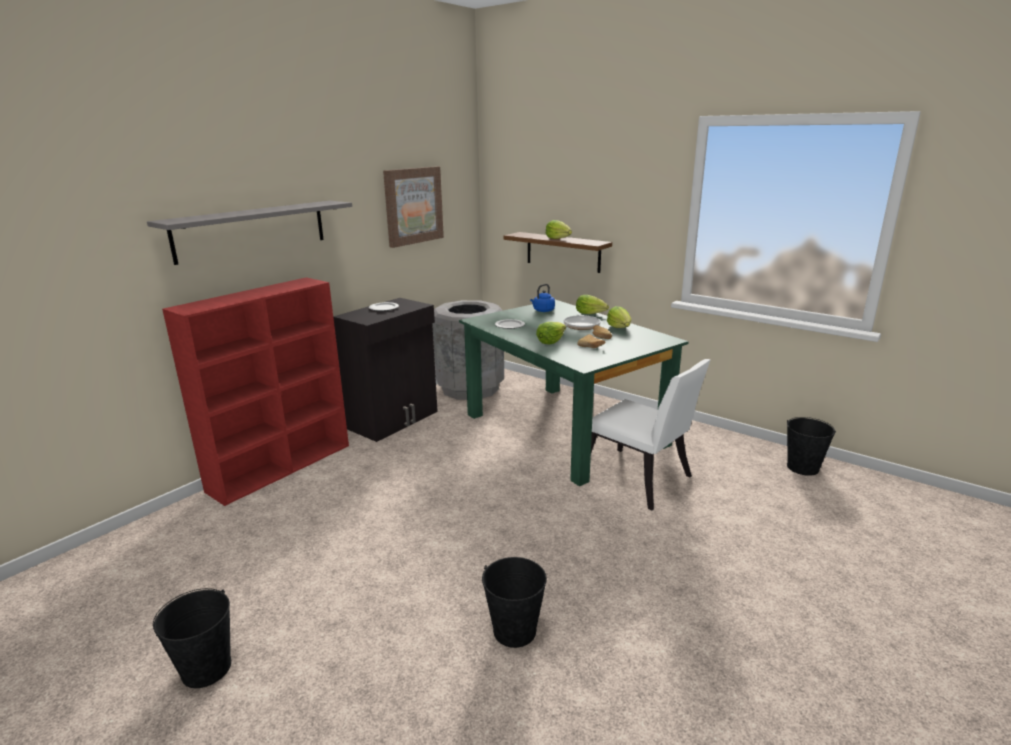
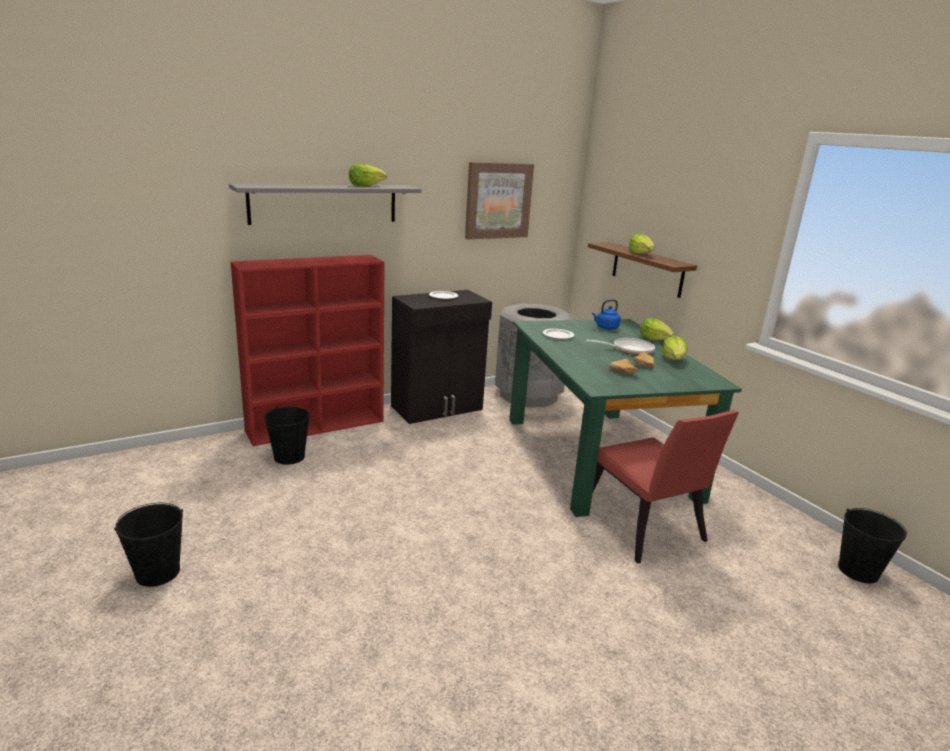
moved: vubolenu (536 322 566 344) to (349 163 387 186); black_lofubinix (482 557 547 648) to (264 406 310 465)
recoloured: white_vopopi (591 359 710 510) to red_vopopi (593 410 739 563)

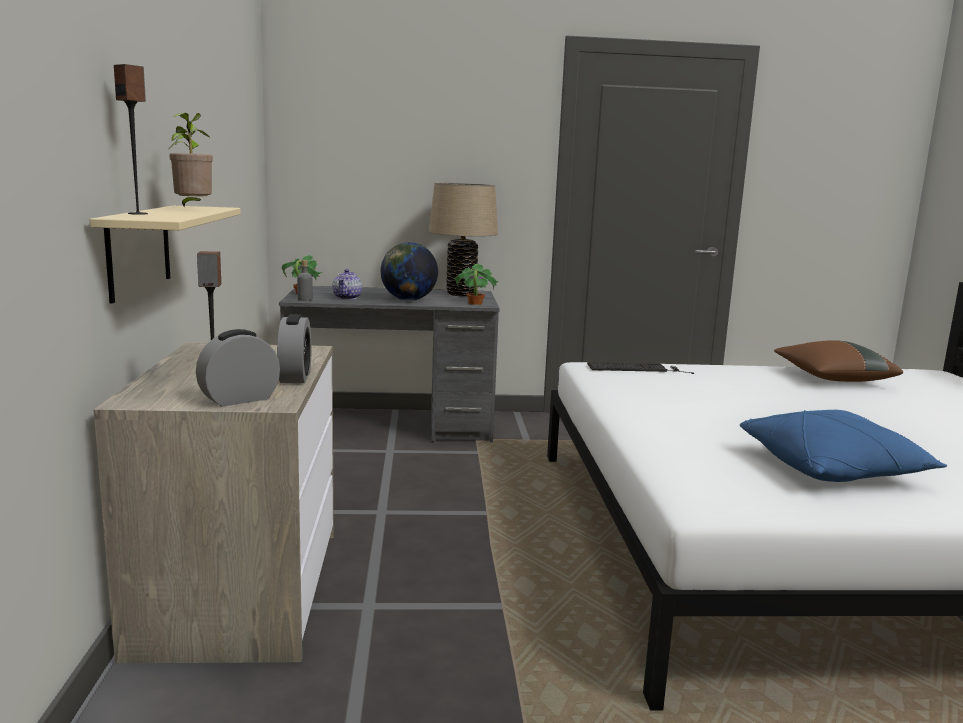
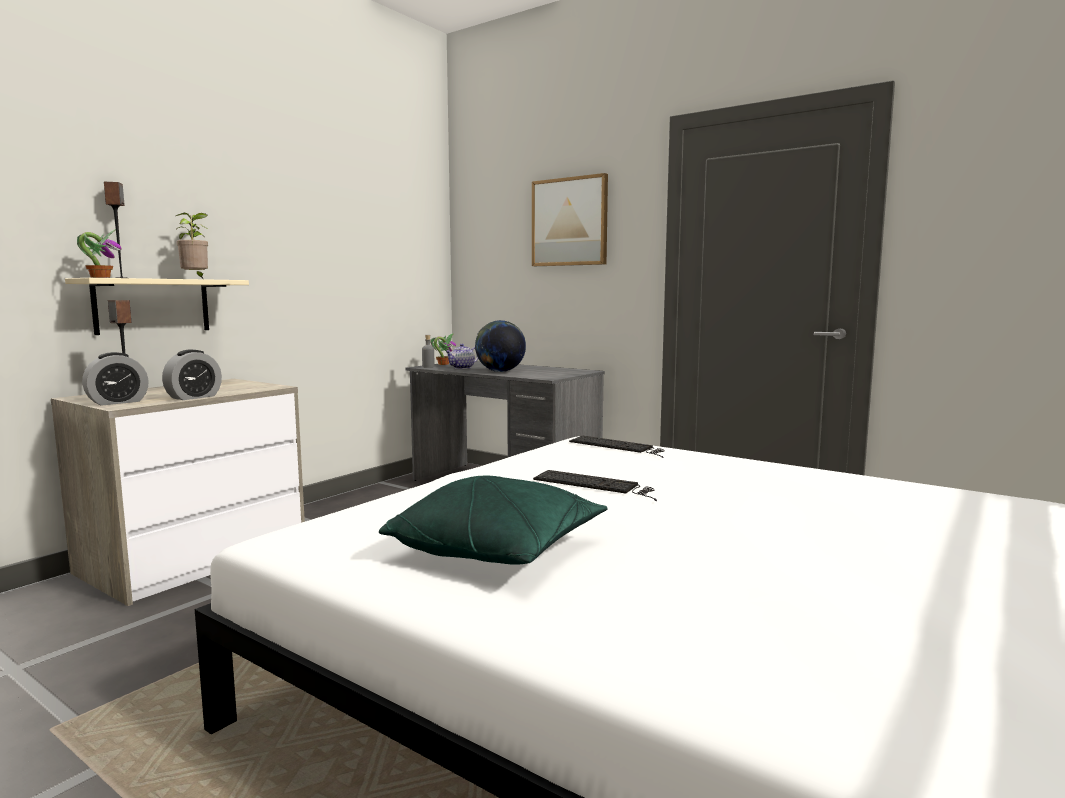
removed: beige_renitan (429 183 498 296); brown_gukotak (774 340 903 382)
added: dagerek (532 173 608 266); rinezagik (533 470 657 501)
moved: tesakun (455 263 499 305) to (77 229 122 278)
recoloured: blue_gukotak (740 410 947 482) to green_gukotak (379 476 607 565)
turned: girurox (196 329 280 407) = (82 352 149 406) 135 degrees clockwise

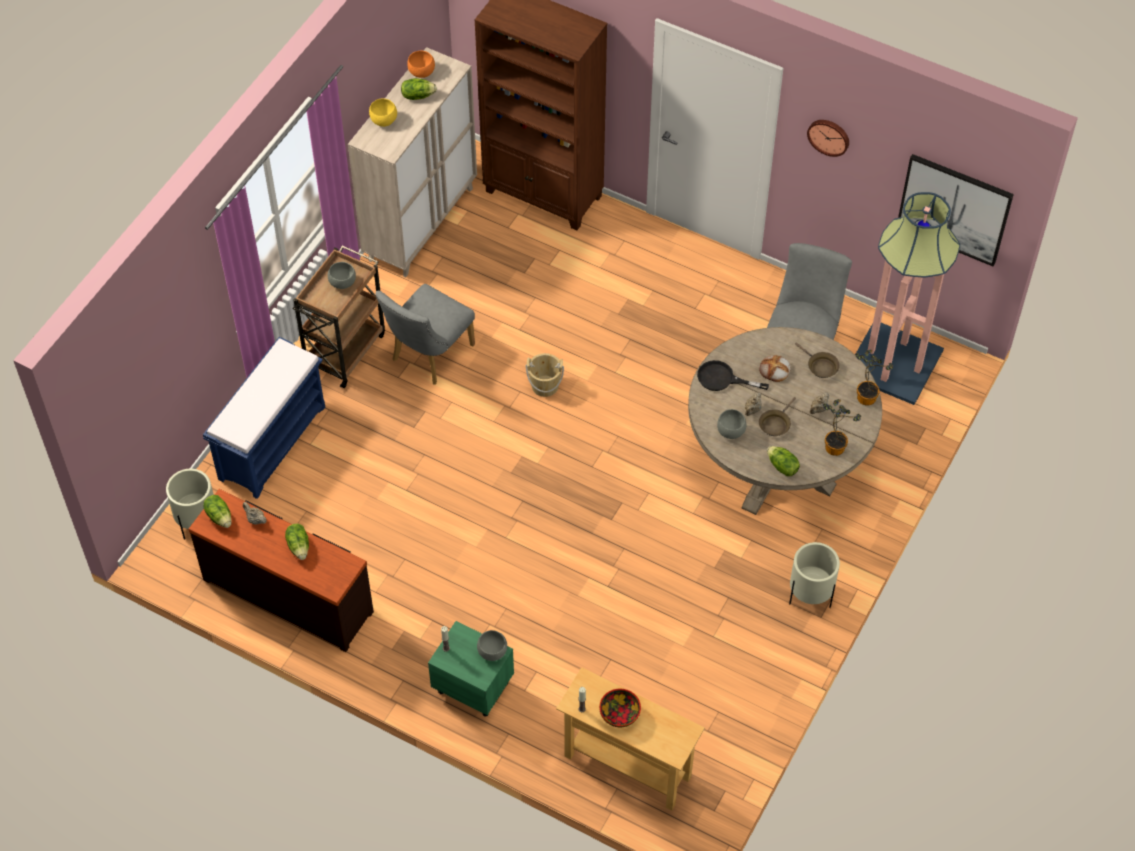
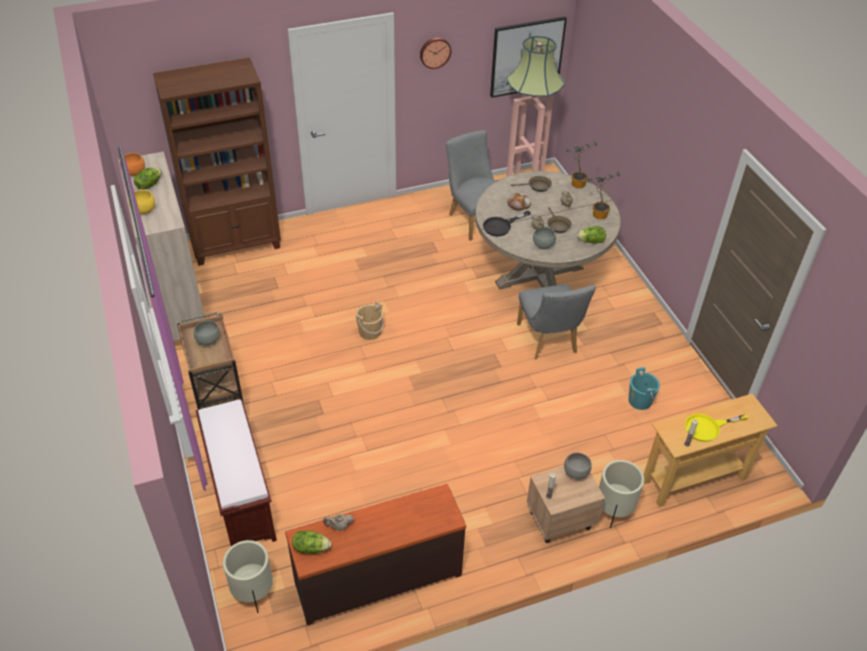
removed: vubolenu (285 524 309 560)
added: turquoise_lofubinix (629 367 660 410)
moved: grey_vopopi (375 284 475 385) to (517 284 596 360); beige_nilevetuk (789 542 840 608) to (599 460 644 528)
replaced: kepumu (599 689 641 727) to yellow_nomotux (685 414 748 442)
recoloured: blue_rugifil (203 337 325 499) to brown_rugifil (195 399 277 546); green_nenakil (428 621 514 717) to beige_nenakil (527 466 605 543)

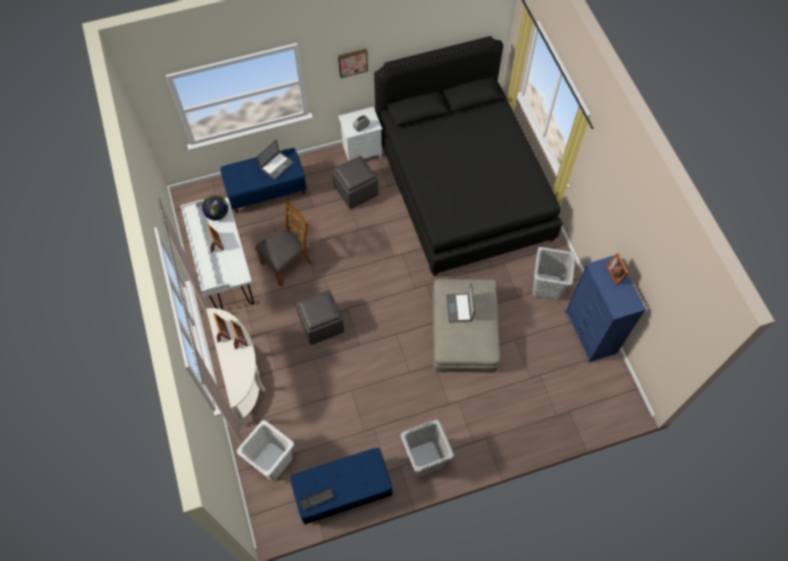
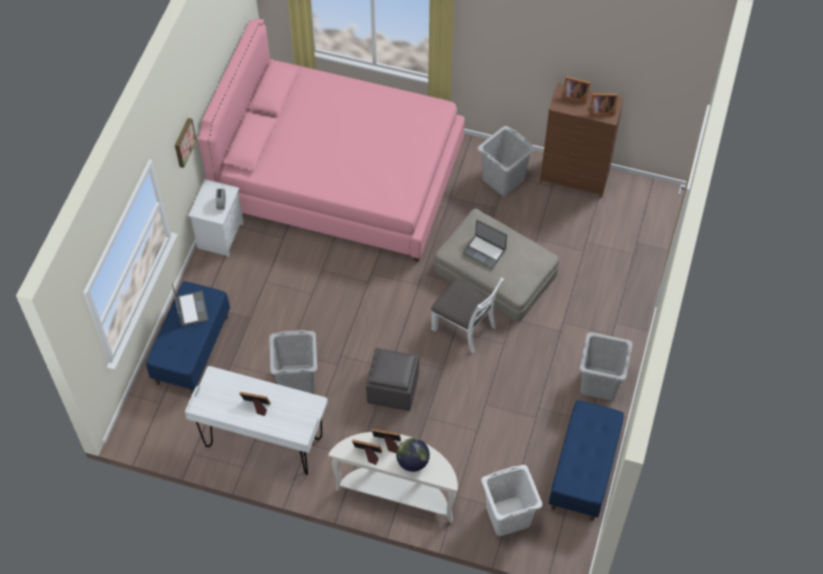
removed: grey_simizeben (332 156 378 209); rinezagik (299 487 334 511)
added: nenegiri (590 94 618 116); white_vopopi (431 277 504 354)
moved: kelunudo (202 195 228 221) to (396 438 430 472)
replaced: brown_vopopi (255 200 312 287) to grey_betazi (269 330 317 393)
recoloured: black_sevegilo (374 36 562 276) to pink_sevegilo (198 18 465 262); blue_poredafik (565 255 646 362) to brown_poredafik (540 83 624 198)

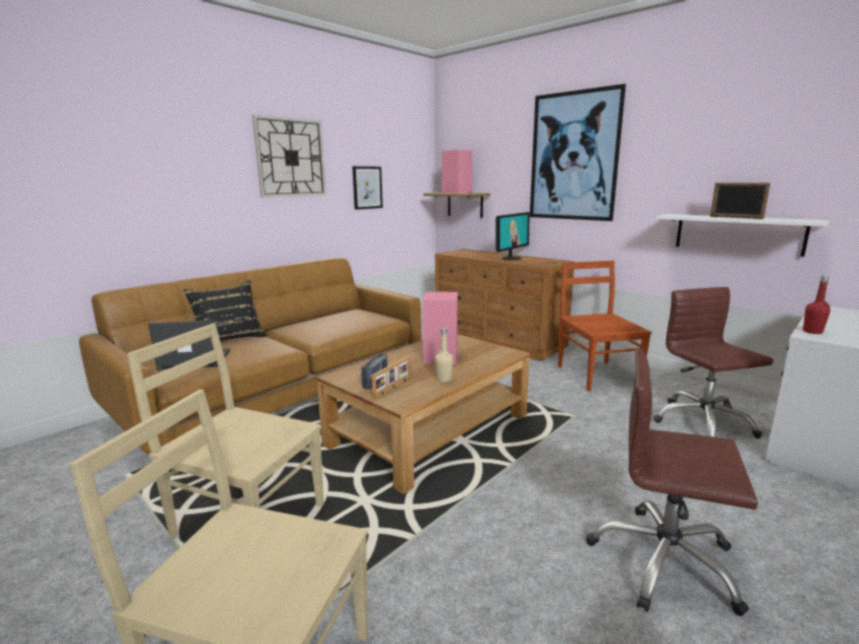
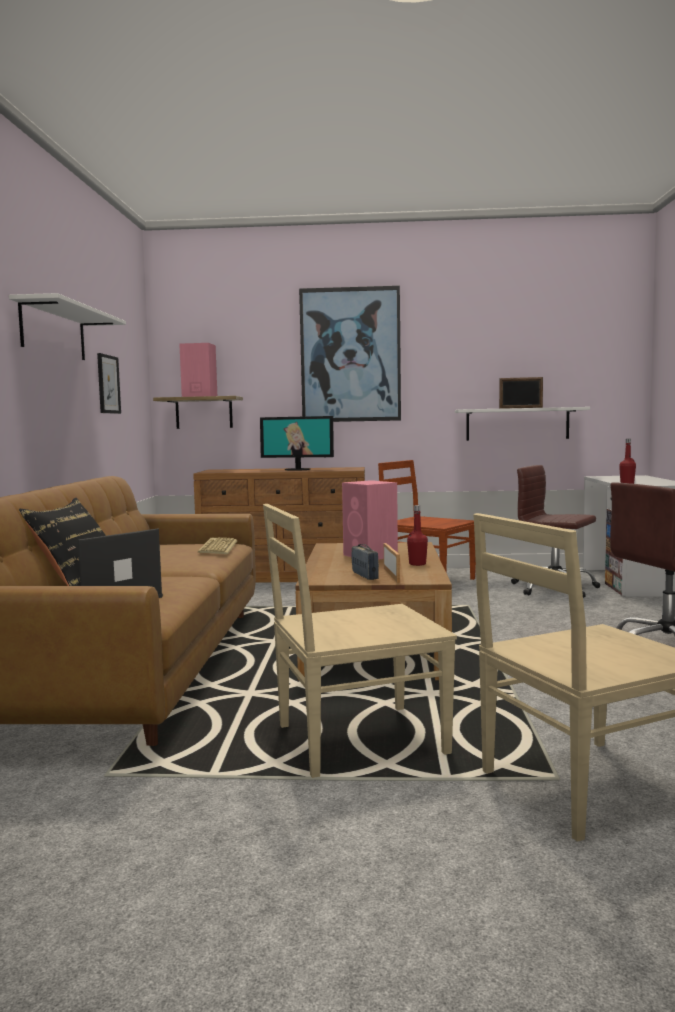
added: rinezagik (198 537 237 554)
replaced: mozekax (252 115 326 198) to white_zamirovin (9 293 126 360)
recoloured: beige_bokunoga (435 328 453 382) to red_bokunoga (407 505 428 566)
turned: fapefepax (495 212 530 260) = (260 416 334 471) 105 degrees clockwise

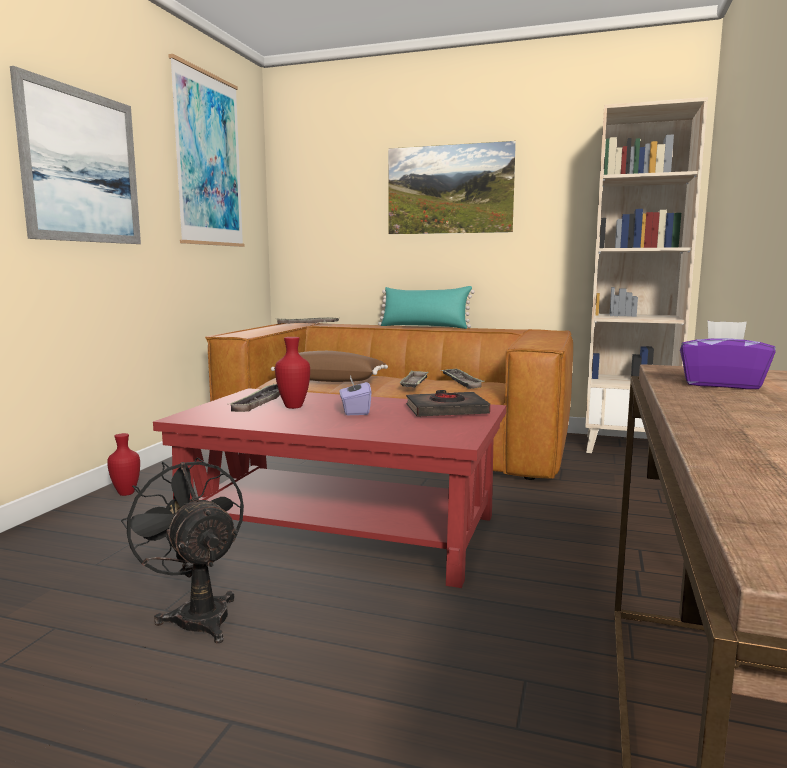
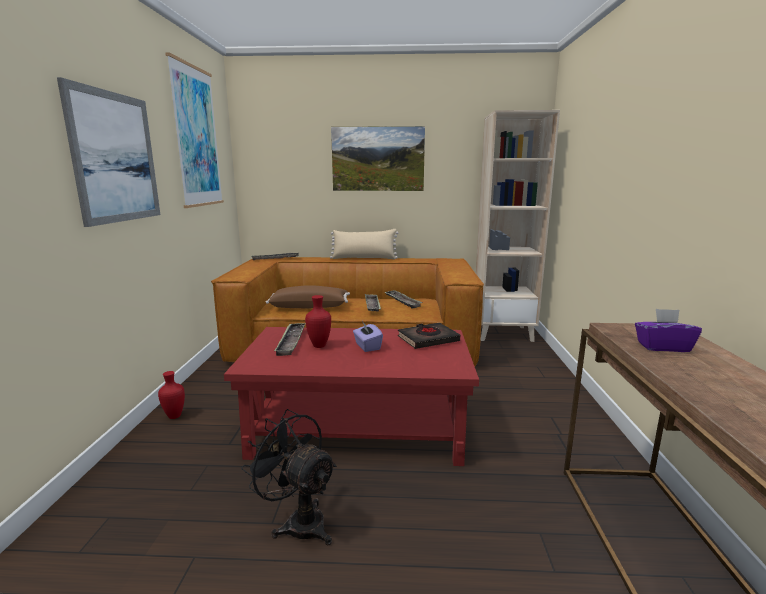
recoloured: turquoise_gukotak (378 286 475 329) to beige_gukotak (330 229 398 259)

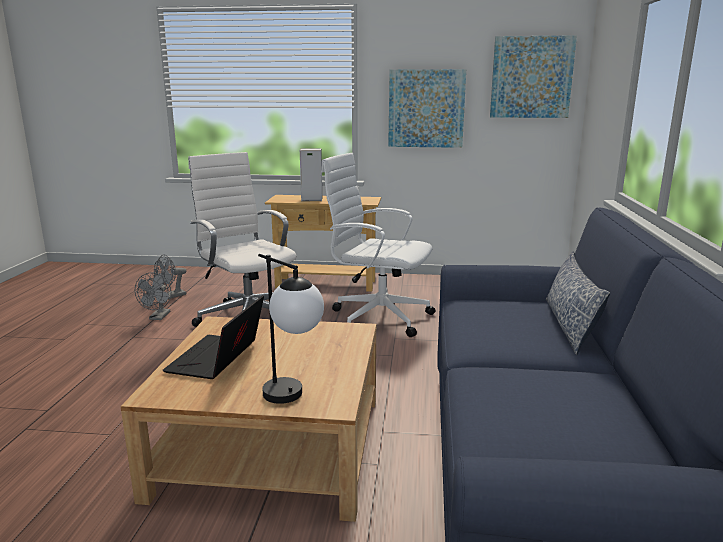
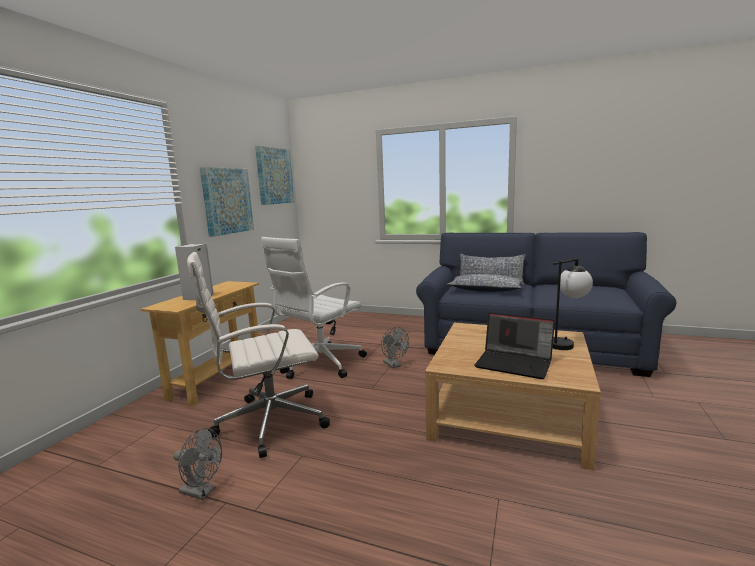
added: gukotak (447 274 523 292)
moved: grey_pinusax (154 255 186 299) to (381 327 409 368)

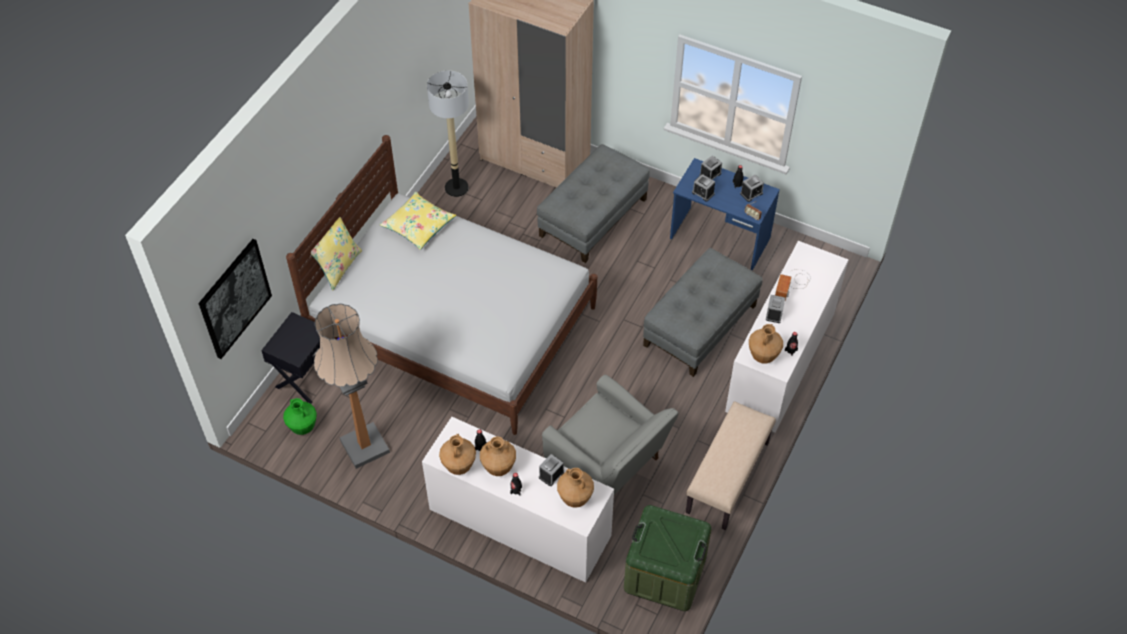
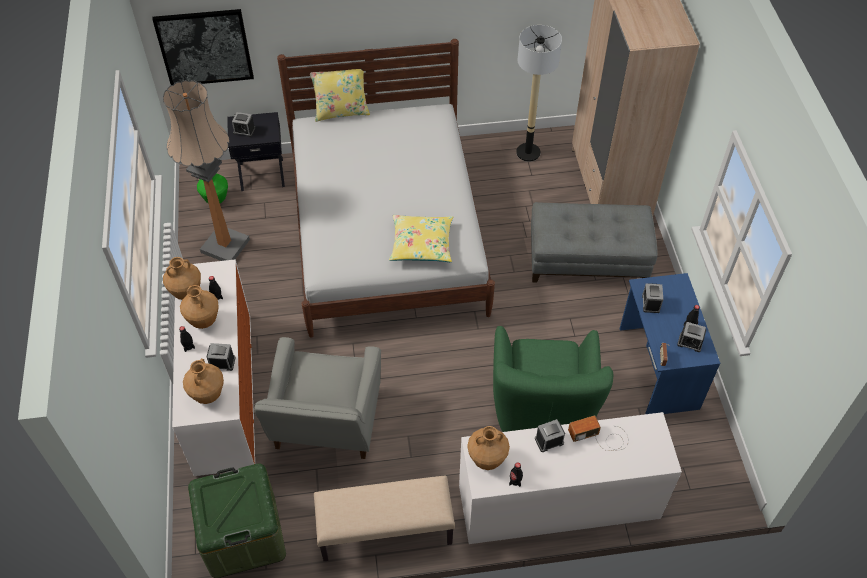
moved: girurox (699 156 722 180) to (232 112 256 137); yellow_gukotak (380 192 456 250) to (389 215 453 262)
replaced: grey_simizeben (643 248 763 377) to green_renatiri (493 326 613 432)

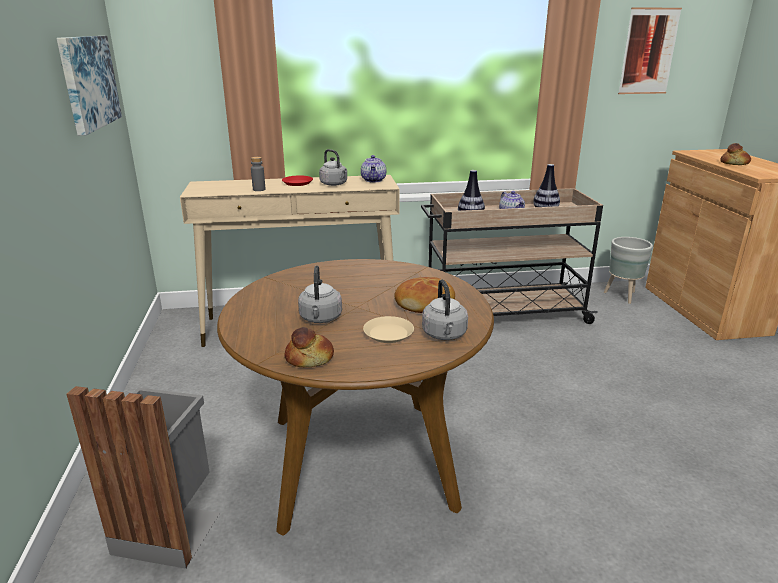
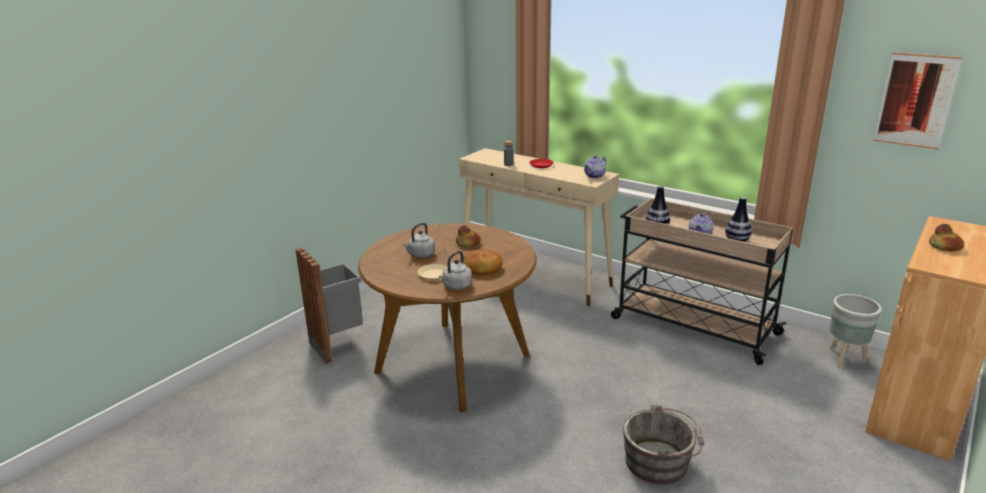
removed: dagerek (56 36 122 136); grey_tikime (319 149 347 186)
added: grey_lofubinix (623 404 704 484)
moved: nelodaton (285 327 334 367) to (456 225 481 247)

